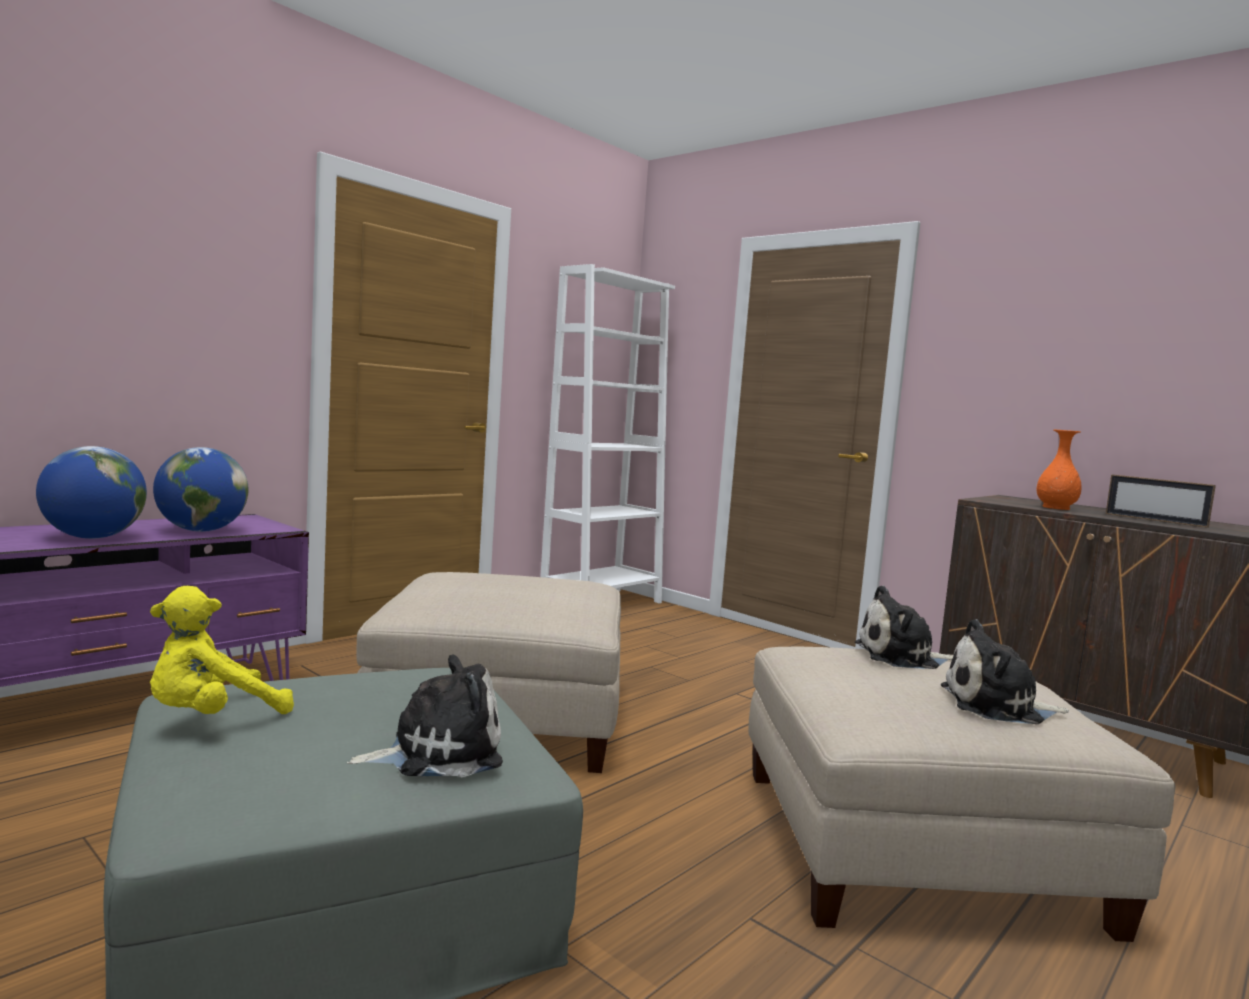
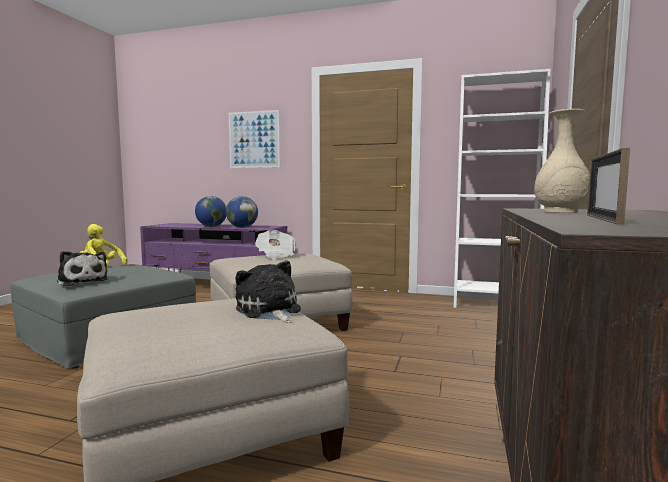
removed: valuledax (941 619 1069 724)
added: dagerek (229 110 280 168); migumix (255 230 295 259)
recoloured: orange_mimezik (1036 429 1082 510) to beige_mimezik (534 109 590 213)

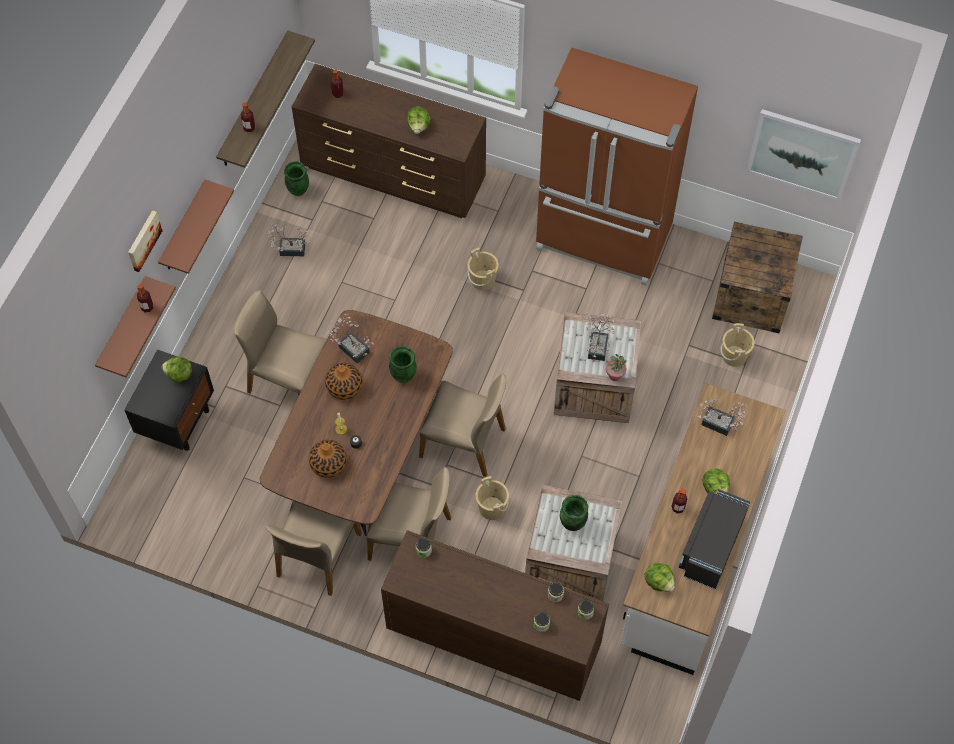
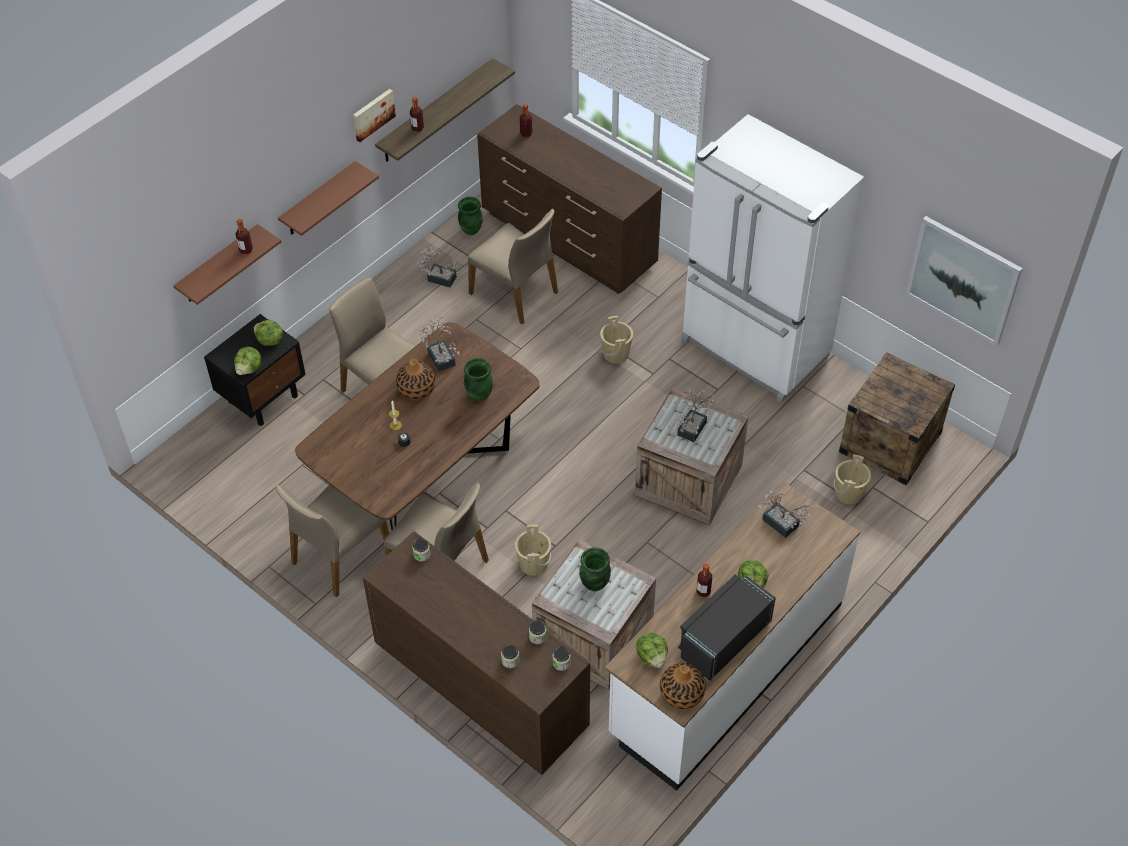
removed: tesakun (606 354 627 381)
moved: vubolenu (407 106 431 134) to (234 347 261 375); dagerek (128 210 162 272) to (353 89 396 142); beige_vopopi (419 374 506 477) to (468 209 558 324); mimezik (309 440 347 478) to (660 663 706 709)
recoloured: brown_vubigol (536 47 698 286) to white_vubigol (682 114 864 403)

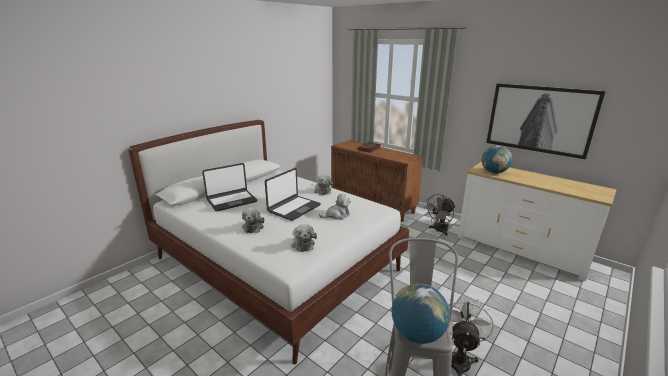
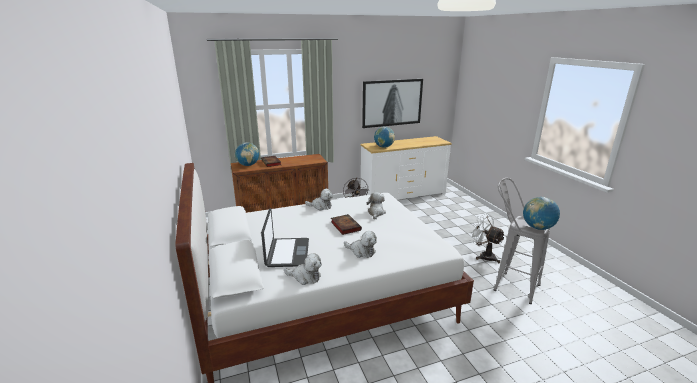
added: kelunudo (235 142 259 166)
moved: valuledax (291 224 317 252) to (284 253 322 285)
replaced: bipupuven (265 168 321 221) to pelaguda (331 214 362 235)

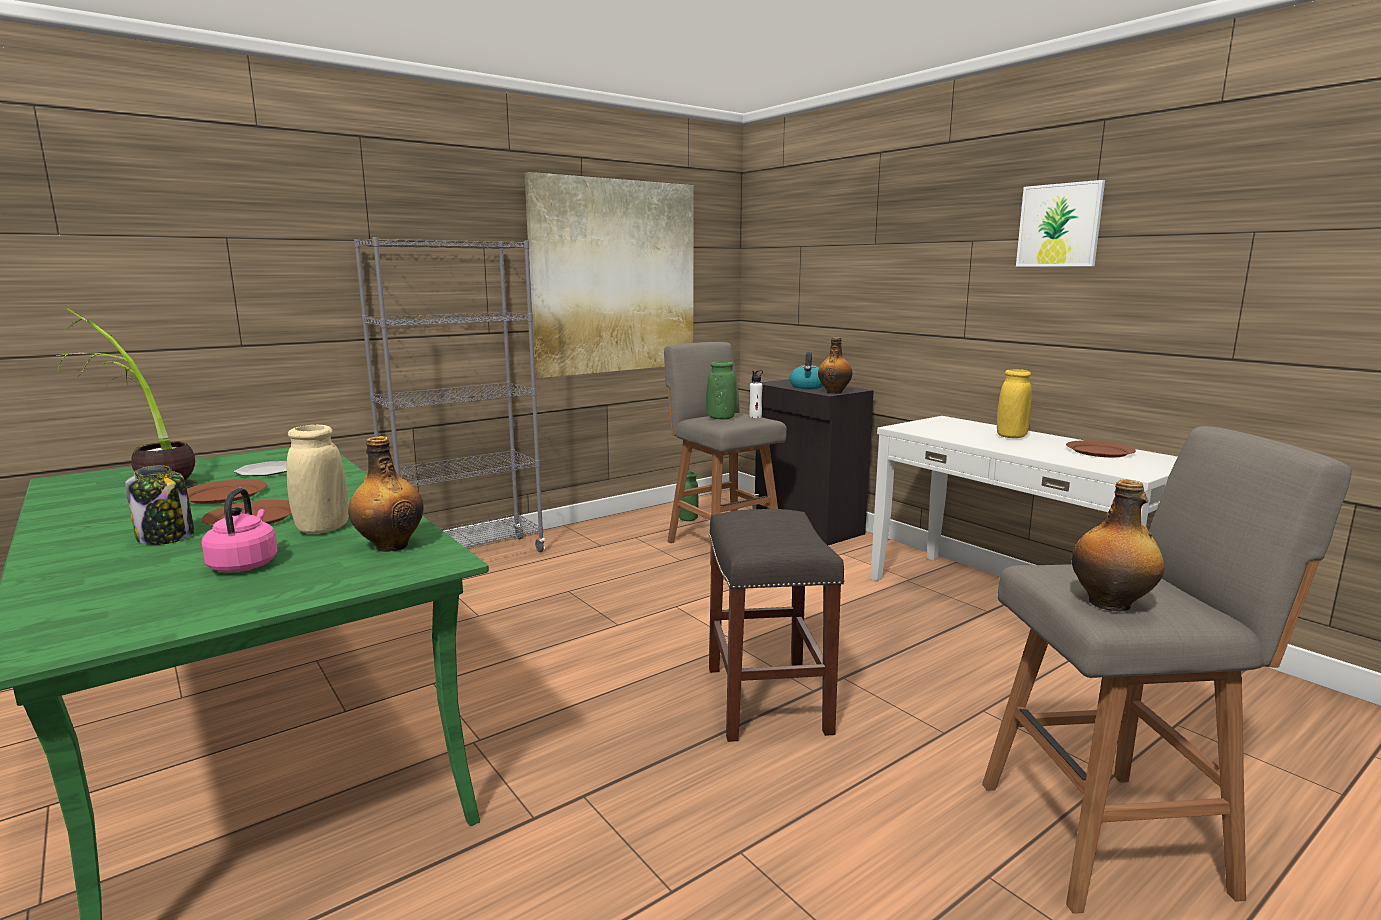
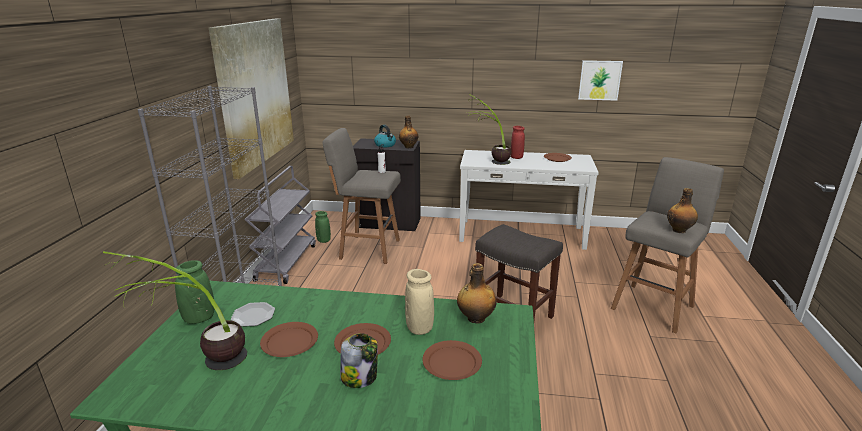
added: tesakun (469 94 511 165); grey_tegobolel (245 166 316 284)
moved: dagerek (1016 180 1105 267) to (578 60 623 101); green_mimezik (706 362 737 419) to (175 260 214 324)
replaced: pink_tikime (201 488 278 572) to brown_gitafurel (422 340 482 380)
recoloured: yellow_mimezik (997 369 1032 438) to red_mimezik (511 126 525 159)

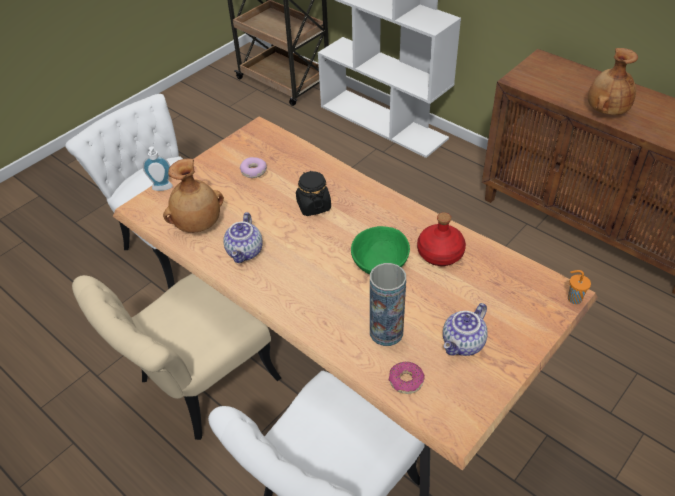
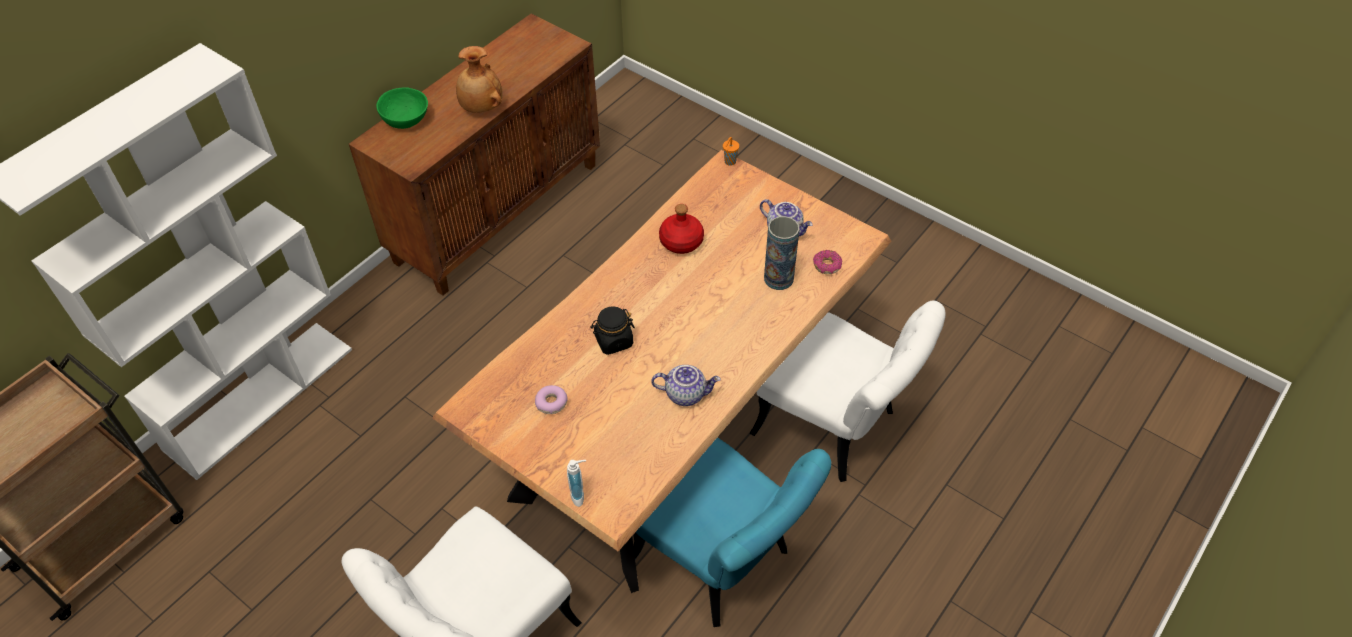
removed: brown_mimezik (163 158 224 233)
moved: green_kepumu (351 226 410 274) to (376 88 428 129)
recoloured: beige_vopopi (72 273 281 440) to turquoise_vopopi (633 437 831 627)

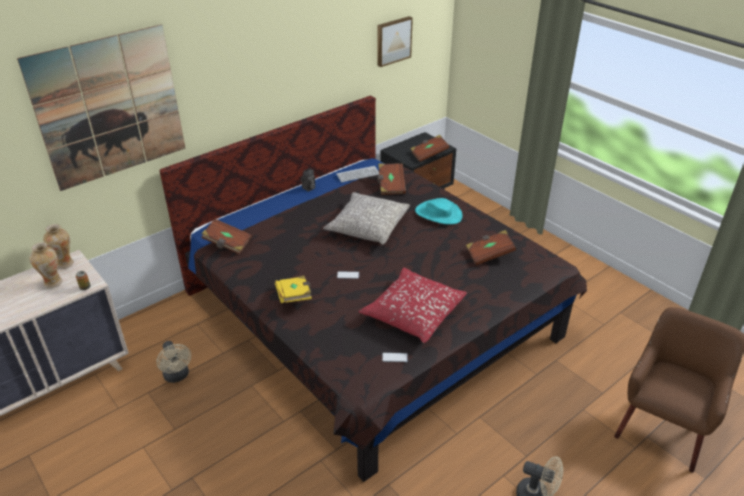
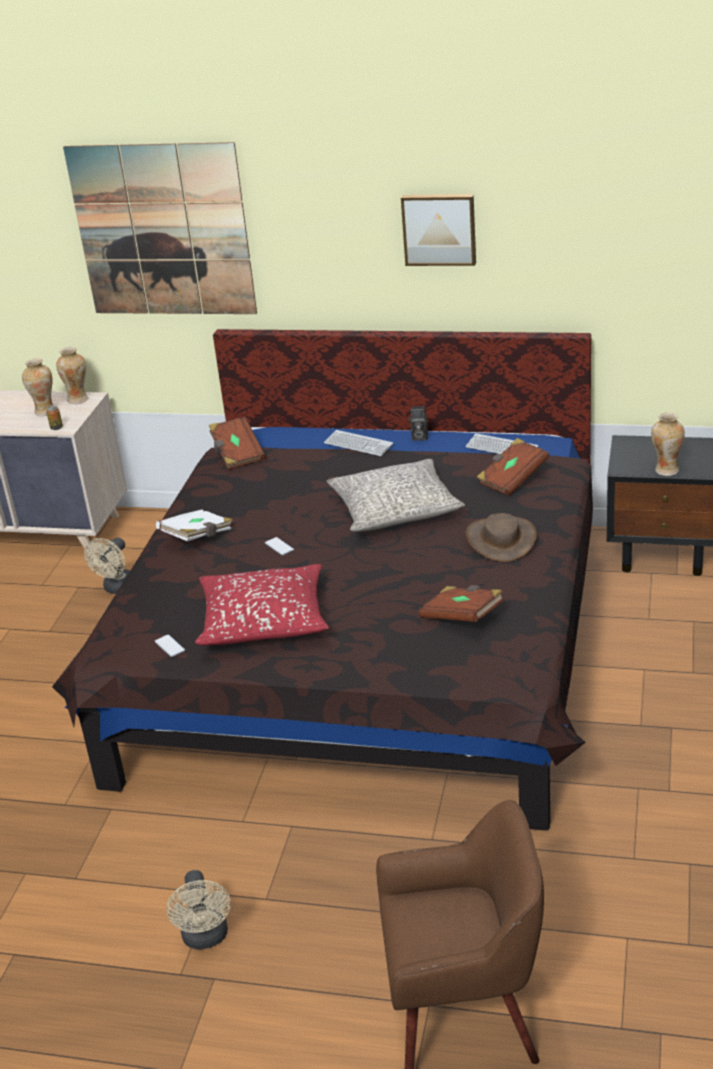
added: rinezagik (324 430 393 456)
moved: dagerek (377 16 413 67) to (401 194 476 266)
replaced: brown_pelaguda (410 135 450 162) to mimezik (651 412 685 476)
recoloured: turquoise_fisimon (415 198 463 225) to brown_fisimon (466 513 537 562); yellow_pelaguda (275 276 312 303) to white_pelaguda (156 510 233 541)

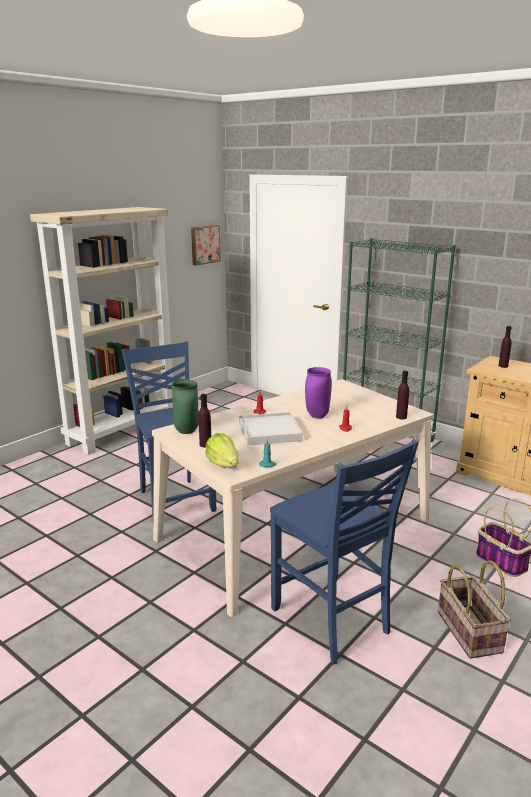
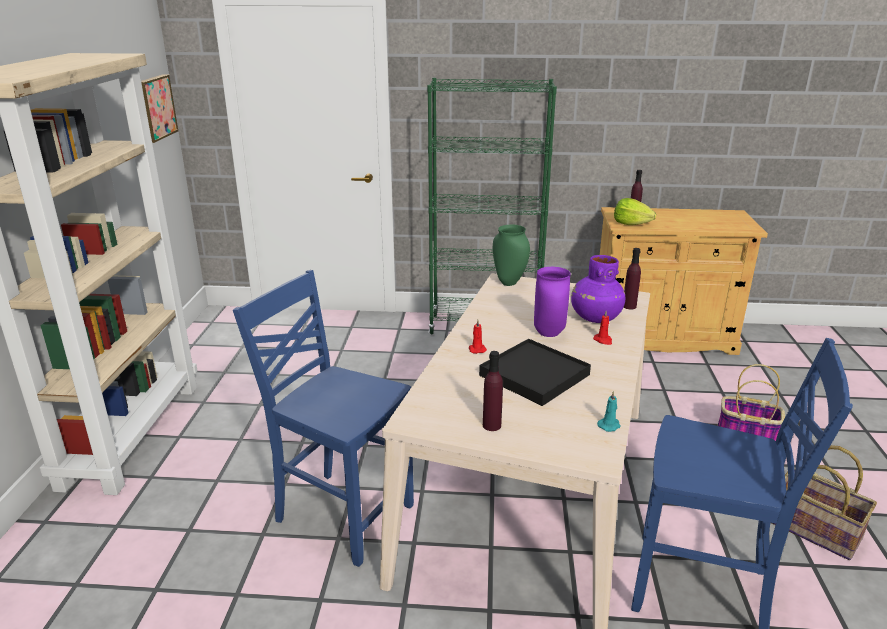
added: purple_mimezik (571 255 625 323)
moved: green_mimezik (172 380 199 434) to (493 225 530 286); vubolenu (205 433 239 468) to (614 198 656 225)
recoloured: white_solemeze (239 412 303 446) to black_solemeze (479 339 591 406)

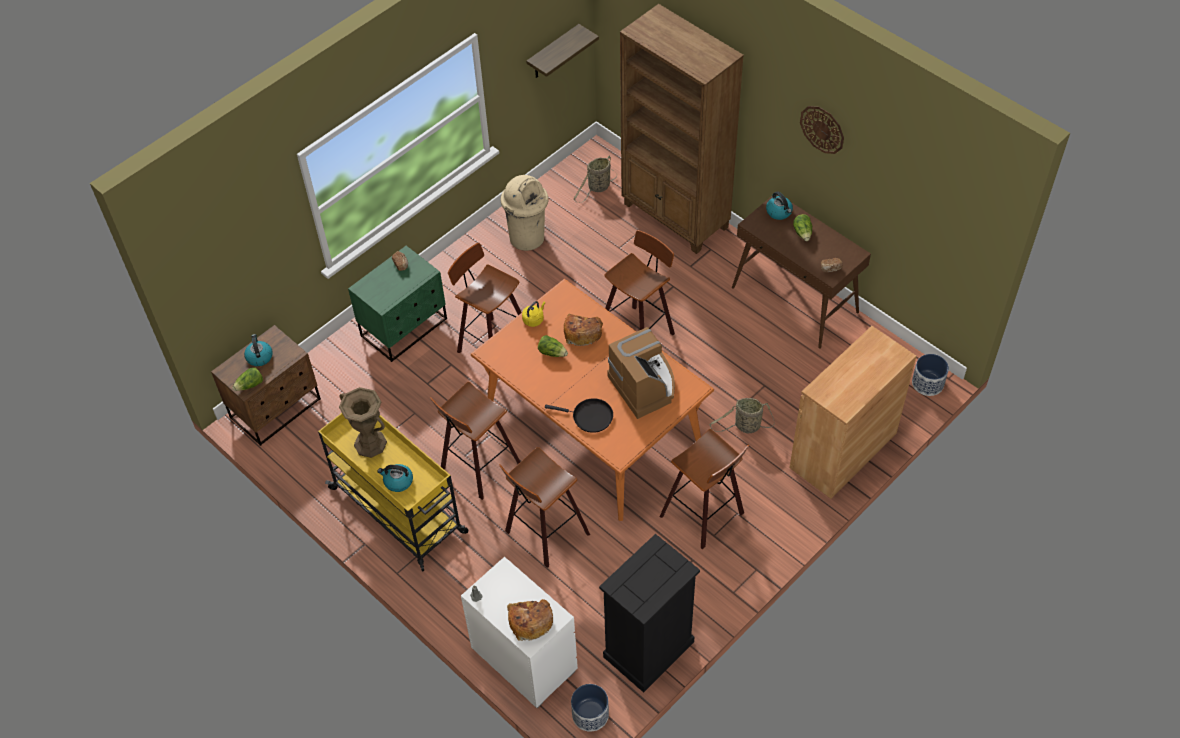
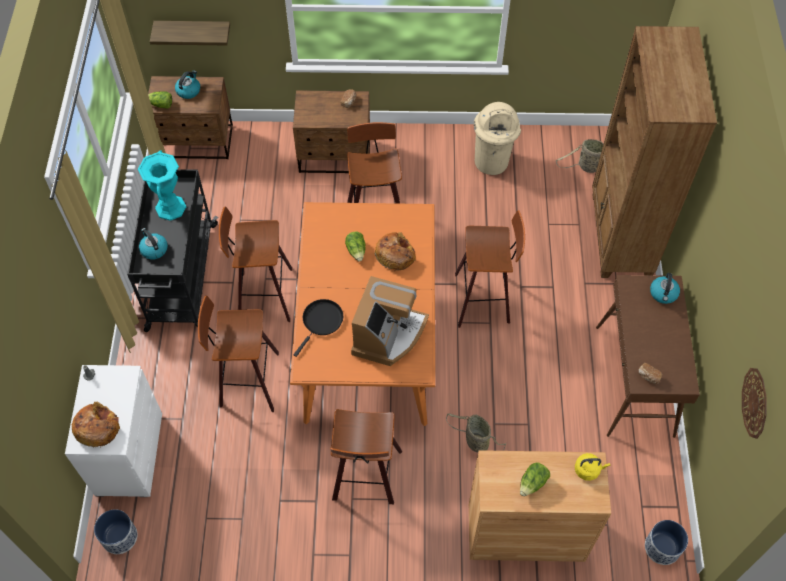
removed: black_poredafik (599 534 700 693)
moved: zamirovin (526 24 599 78) to (150 21 230 45); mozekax (800 106 844 154) to (742 368 767 439); vubolenu (793 214 812 241) to (520 462 550 496); yellow_tikime (522 301 545 327) to (575 453 610 481)
recoloured: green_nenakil (348 246 447 362) to brown_nenakil (293 90 370 173); brown_mimezik (339 387 387 458) to turquoise_mimezik (138 150 186 221); yellow_tegobolel (318 413 468 572) to black_tegobolel (127 169 218 332)
turned: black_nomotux (545 398 613 433) = (294 299 343 357) 120 degrees counterclockwise

